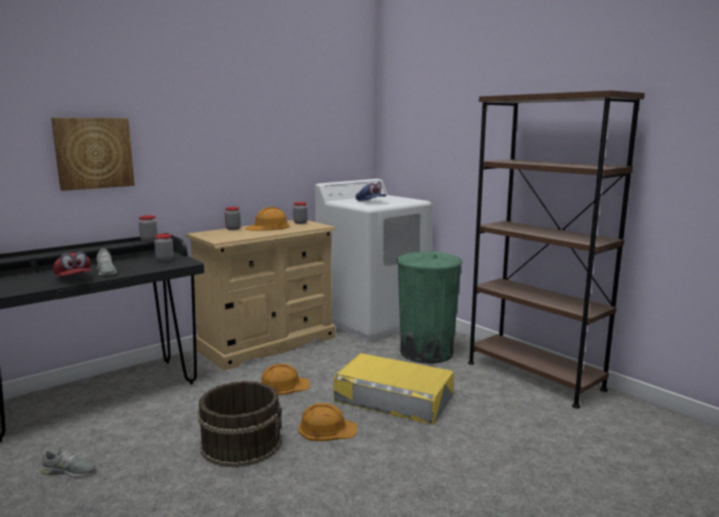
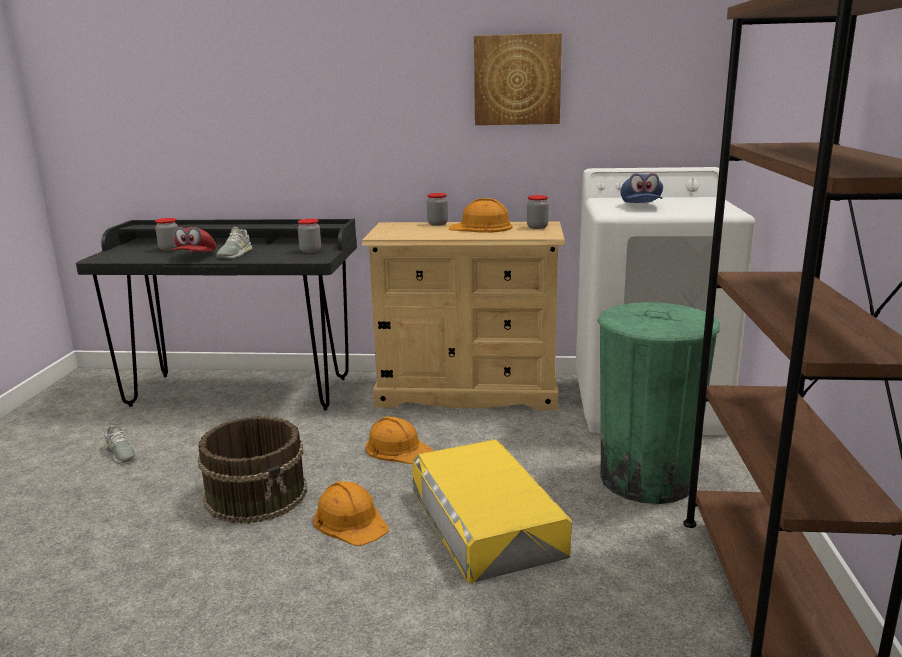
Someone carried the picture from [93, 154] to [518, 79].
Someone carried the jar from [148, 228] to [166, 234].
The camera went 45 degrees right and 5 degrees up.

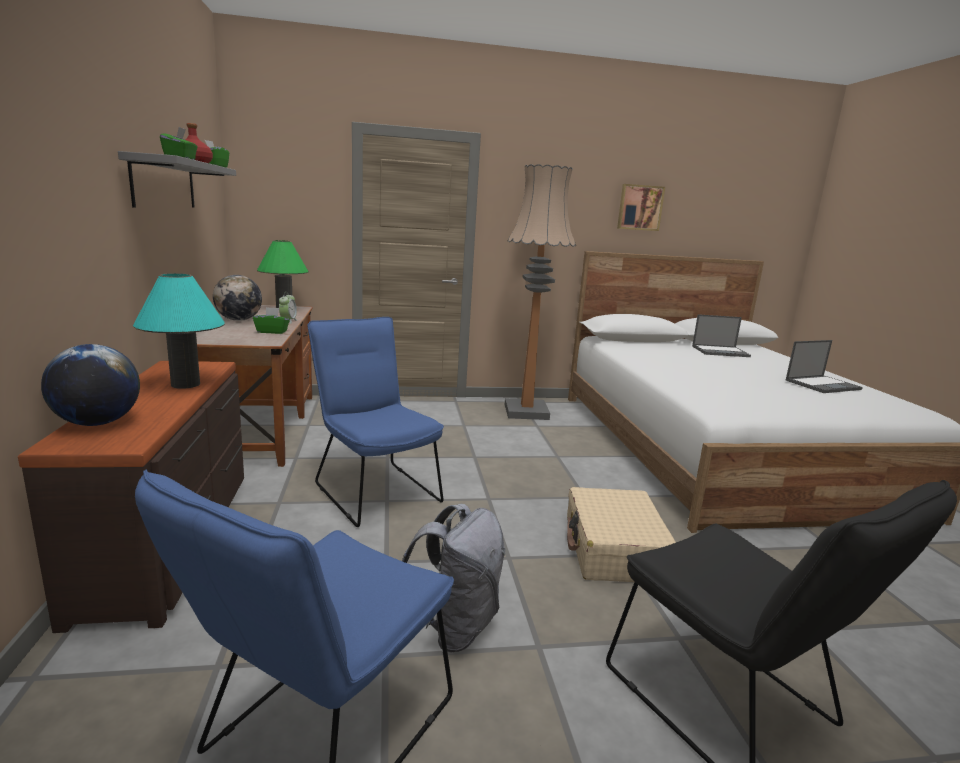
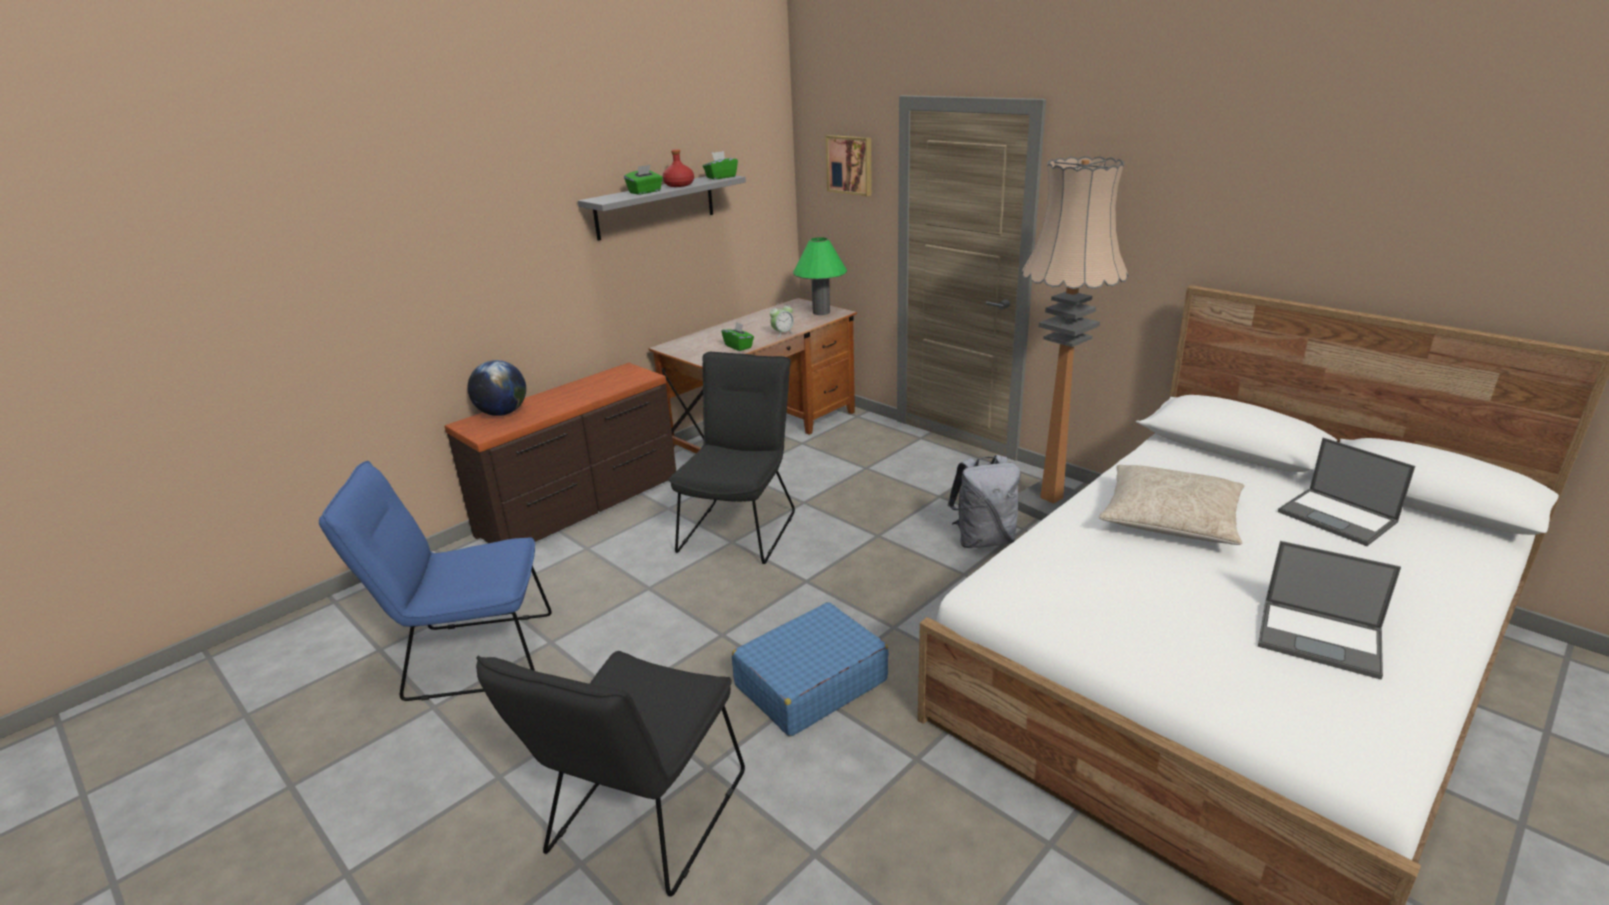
Someone carried the picture from [641, 207] to [848, 165].
Someone took away the table lamp (turquoise) at [178, 331].
Someone took away the desk globe at [237, 298].
Someone repainted the chair (blue-coloured) at [375, 422], which became the chair (black-coloured) at [732, 458].
Someone repainted the piece of luggage (sand-coloured) at [621, 534], which became the piece of luggage (blue-coloured) at [810, 669].
Someone carried the knapsack (grey) from [453, 578] to [984, 501].
Someone put down the cushion (sand-coloured) at [1172, 505].
The camera went 55 degrees right and 10 degrees up.

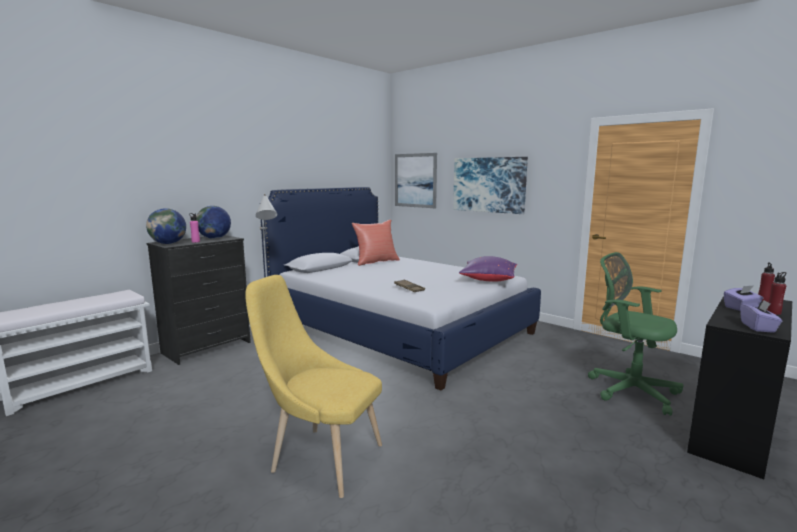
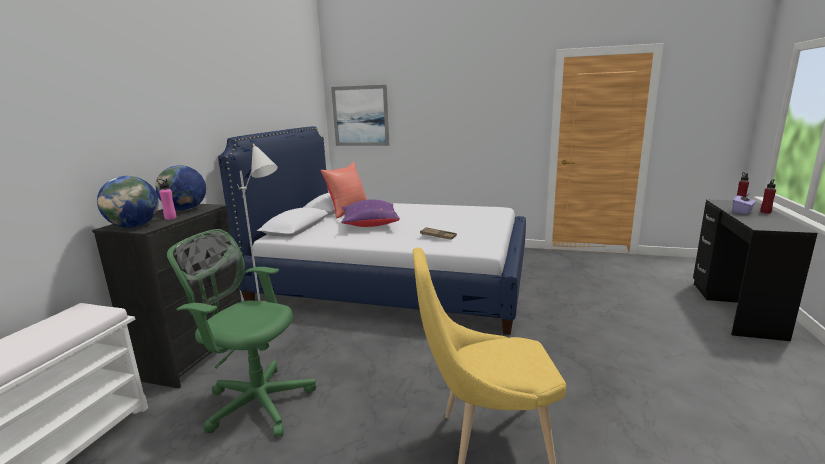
Someone took away the picture at [490, 185].
Someone carried the desk chair (greenish) from [635, 334] to [241, 333].
Someone carried the cushion (purple) from [488, 269] to [370, 213].
Someone took away the box of tissues (purple) at [761, 316].
The camera went 25 degrees left and 5 degrees up.

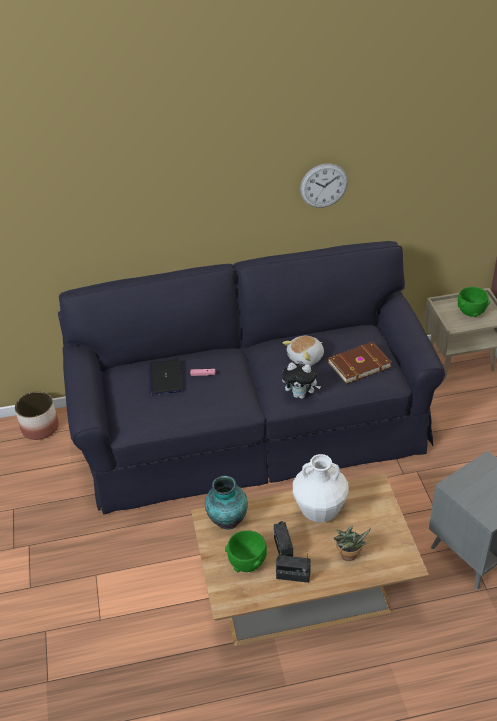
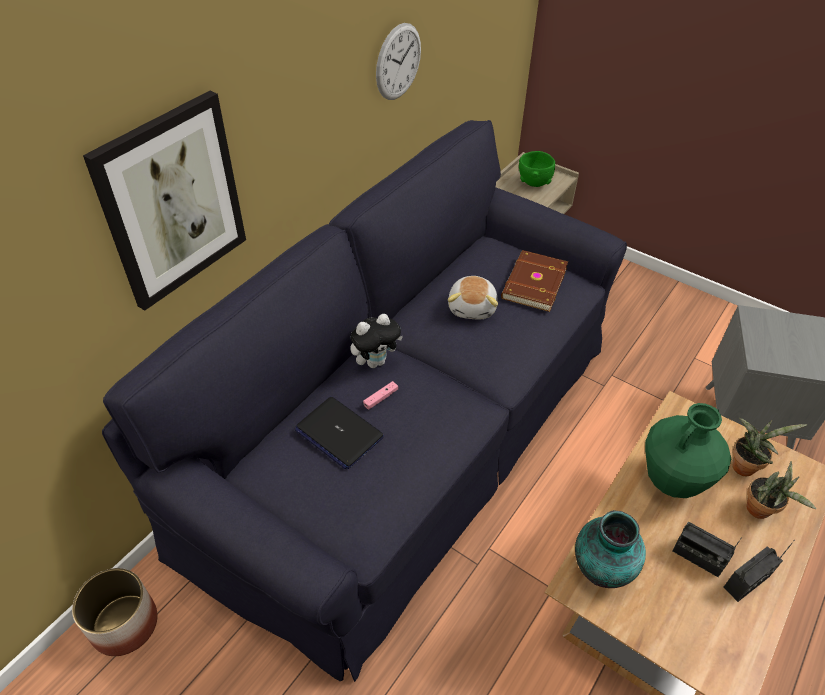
Someone carried the plush toy from [301, 380] to [376, 341].
Someone repainted the flower vase (white-coloured) at [321, 488], which became the flower vase (greenish) at [688, 450].
Someone took away the deep dish (greenish) at [246, 551].
Someone put up the picture at [164, 201].
Someone put down the houseplant at [769, 447].
The camera went 45 degrees left and 5 degrees up.

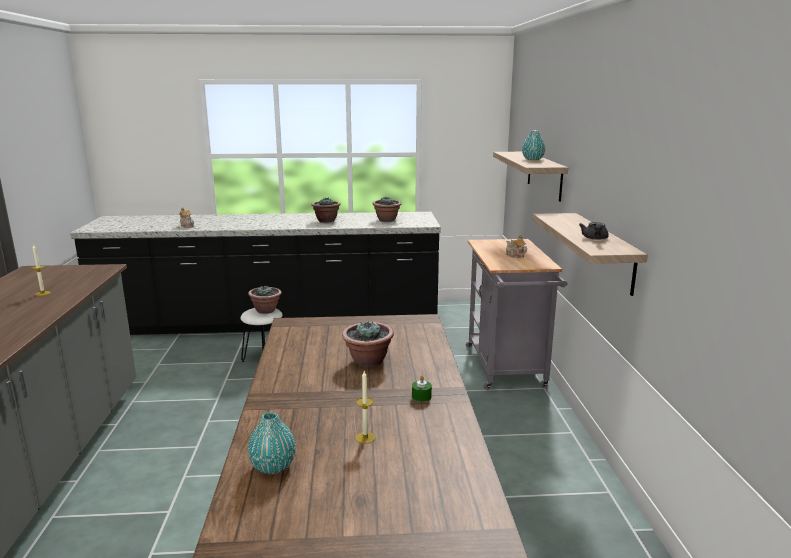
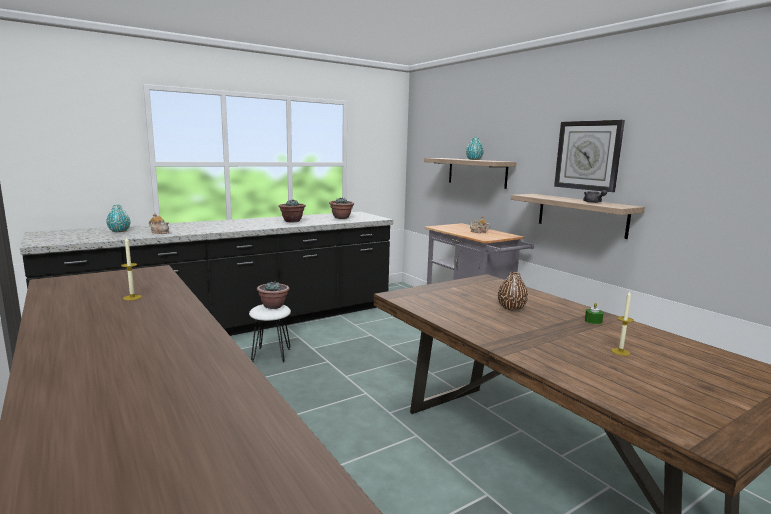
Someone swapped the houseplant at [368, 344] for the flower vase (brown) at [513, 291].
Someone carried the flower vase (turquoise) from [272, 443] to [118, 218].
Someone put up the wall clock at [589, 156].
The camera went 30 degrees left and 5 degrees down.

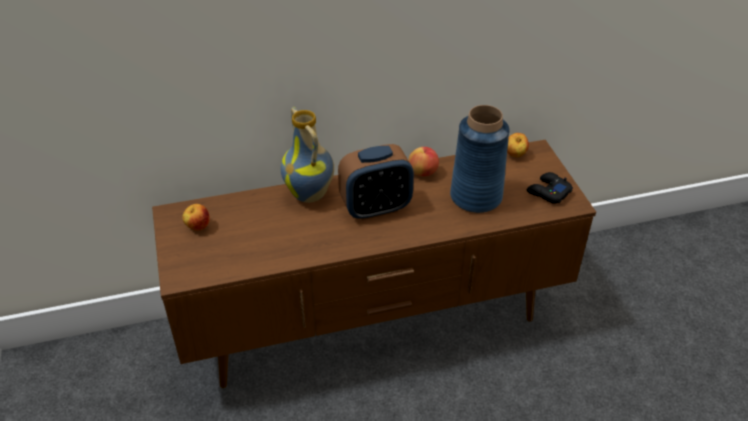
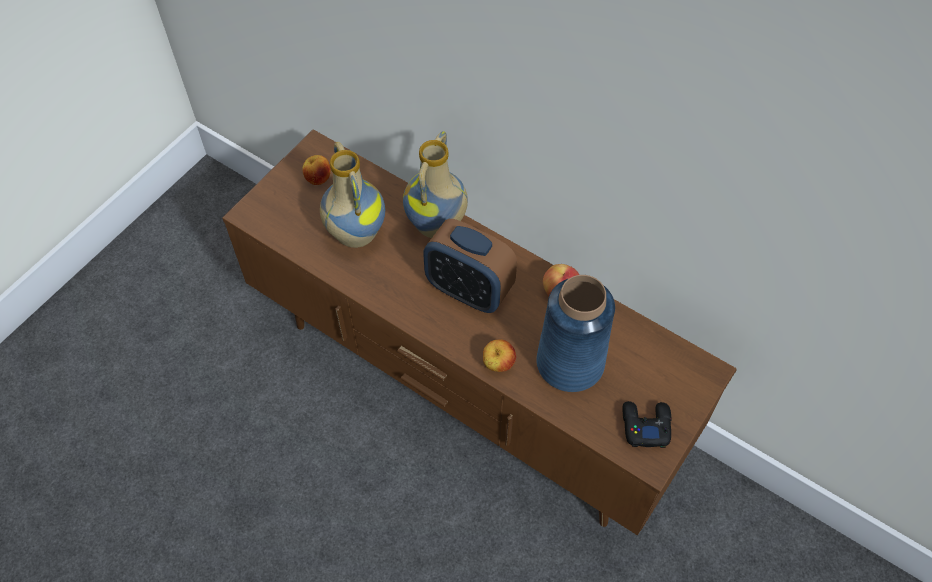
Someone carried the apple from [518, 145] to [499, 355].
Someone put down the flower vase at [352, 195].
The camera went 50 degrees right and 15 degrees up.

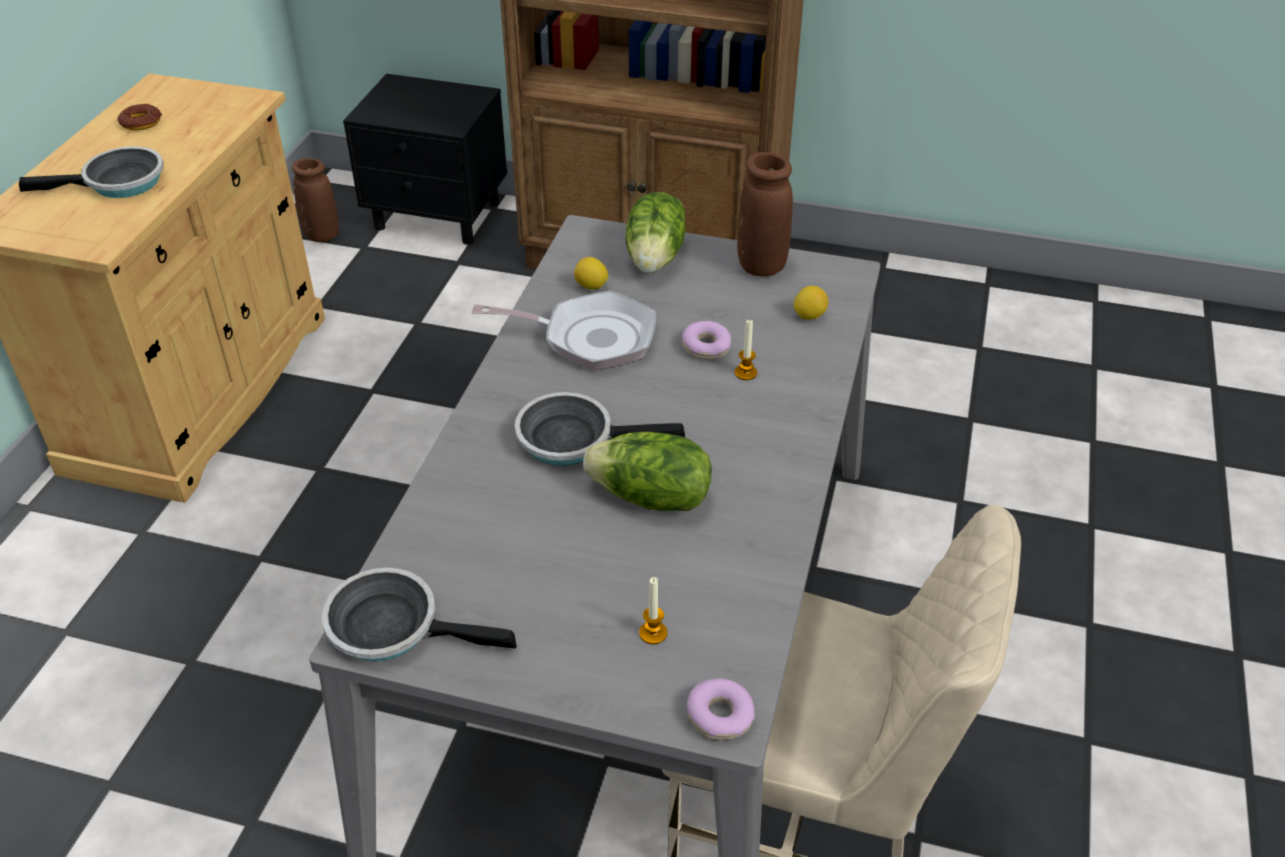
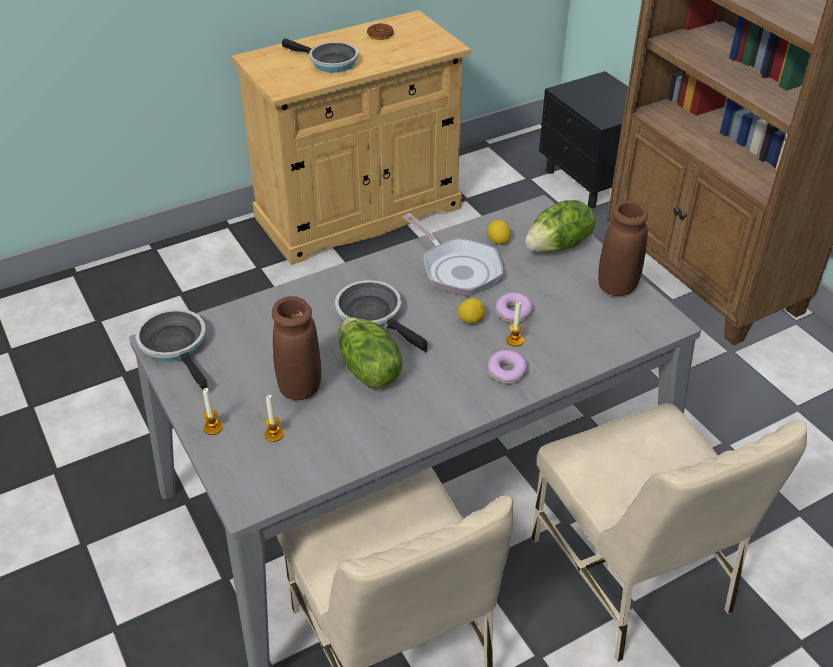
Someone carried the flower vase (brown) from [315, 200] to [296, 348].
Someone carried the whole lemon from [811, 303] to [471, 311].
Someone carried the doughnut from [721, 709] to [507, 367].
Someone put down the wax light at [213, 411].
Someone put down the chair (sand-coloured) at [669, 532].
The camera went 45 degrees right and 0 degrees up.

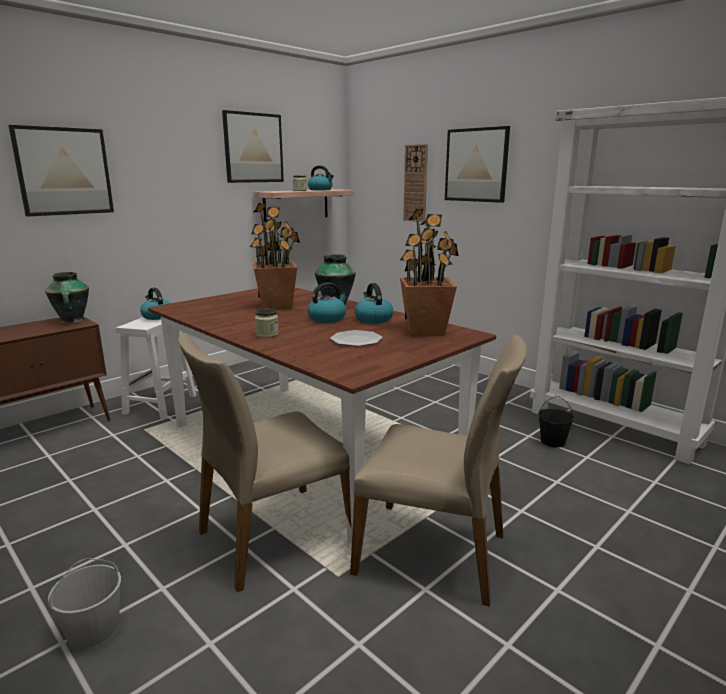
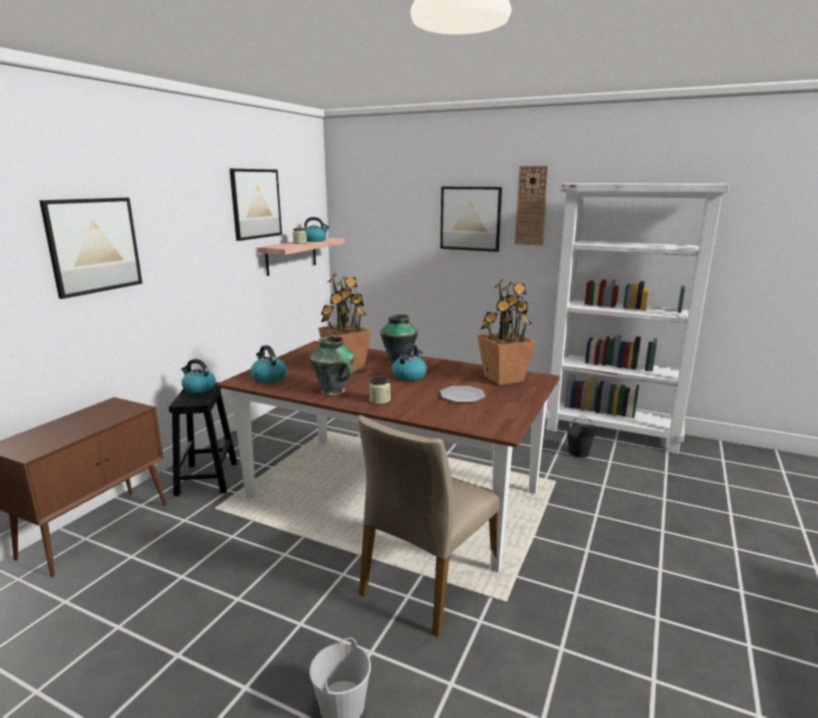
Someone carried the wall clock from [415, 183] to [532, 206].
Someone carried the flower vase from [67, 298] to [332, 365].
Someone carried the water kettle from [374, 303] to [269, 364].
Someone repainted the stool (white-coloured) at [155, 368], which became the stool (black-coloured) at [203, 439].
Someone took away the chair (sand-coloured) at [438, 471].
The camera went 20 degrees left and 0 degrees up.

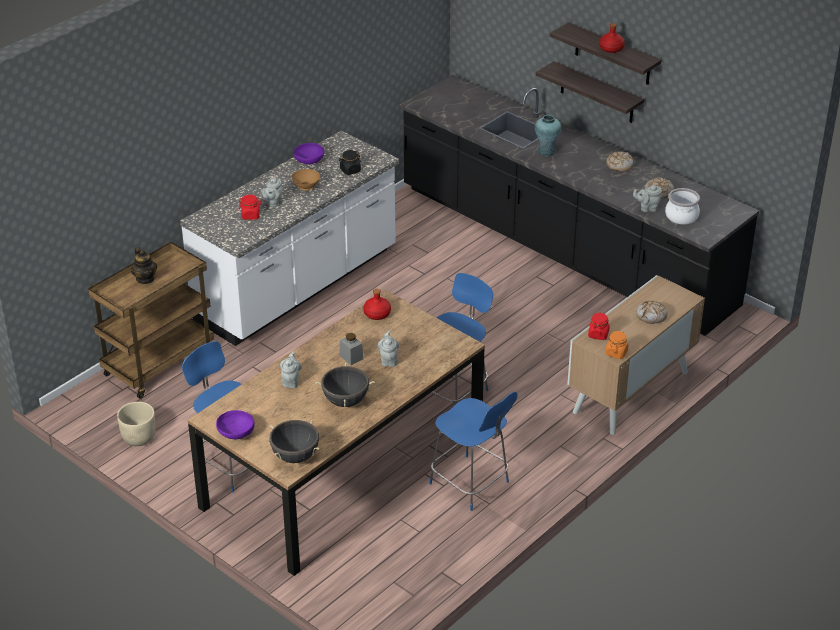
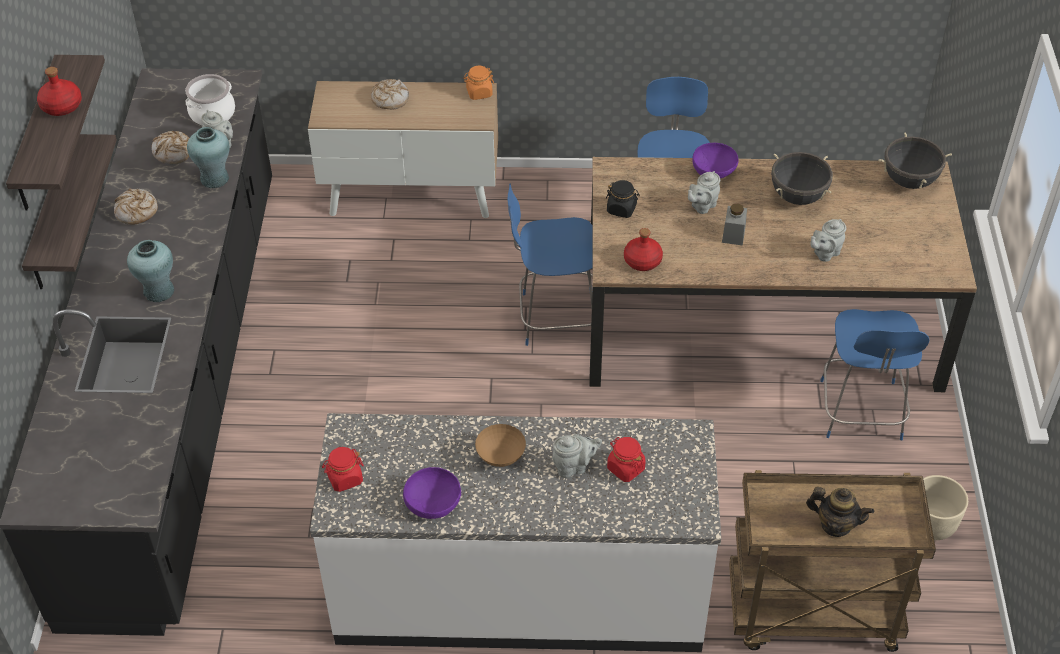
Someone carried the jar (black-coloured) from [350, 162] to [623, 199].
Someone rotated the pot for tea at [144, 265] by 90 degrees clockwise.
Someone carried the jar (reddish) from [599, 326] to [343, 469].
Someone carried the deep dish (purple) from [235, 424] to [715, 161].
Someone put down the flower vase (turquoise) at [208, 157].
The camera went 130 degrees left and 10 degrees up.

